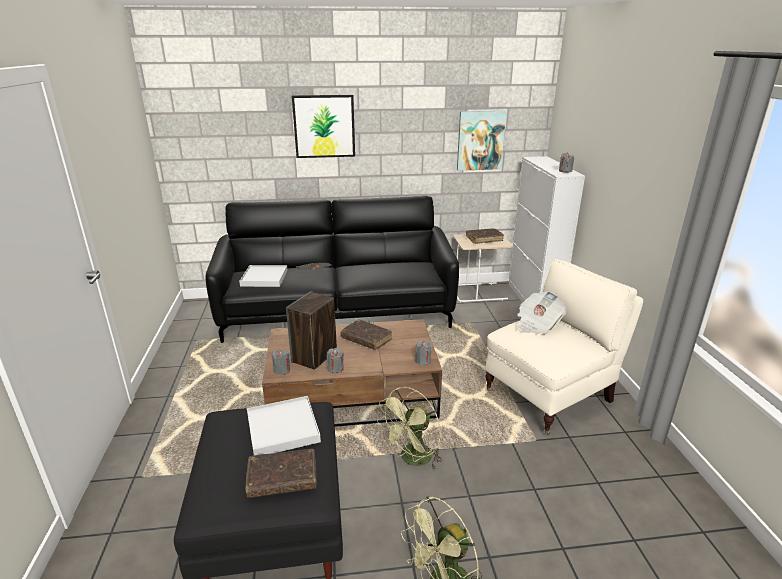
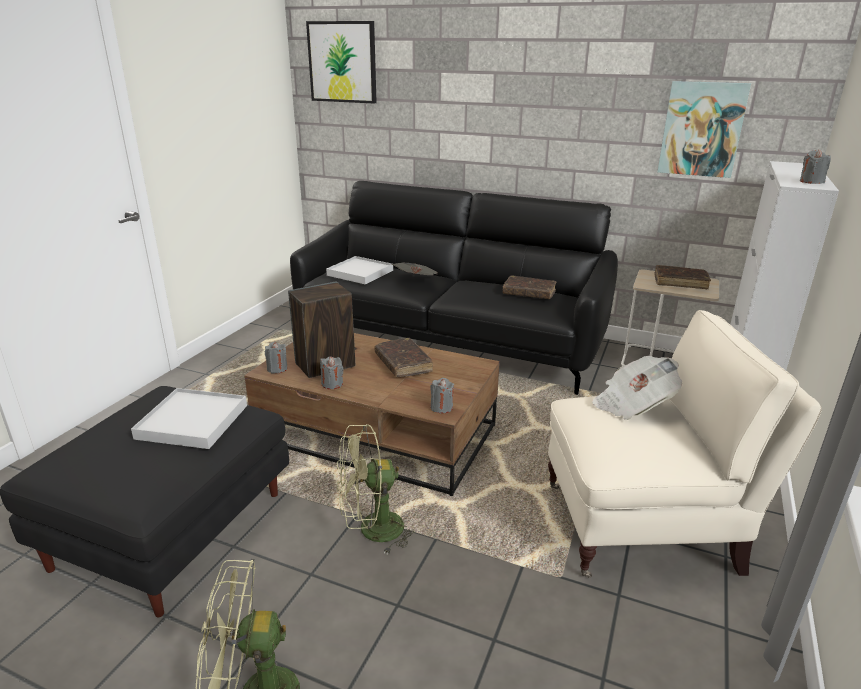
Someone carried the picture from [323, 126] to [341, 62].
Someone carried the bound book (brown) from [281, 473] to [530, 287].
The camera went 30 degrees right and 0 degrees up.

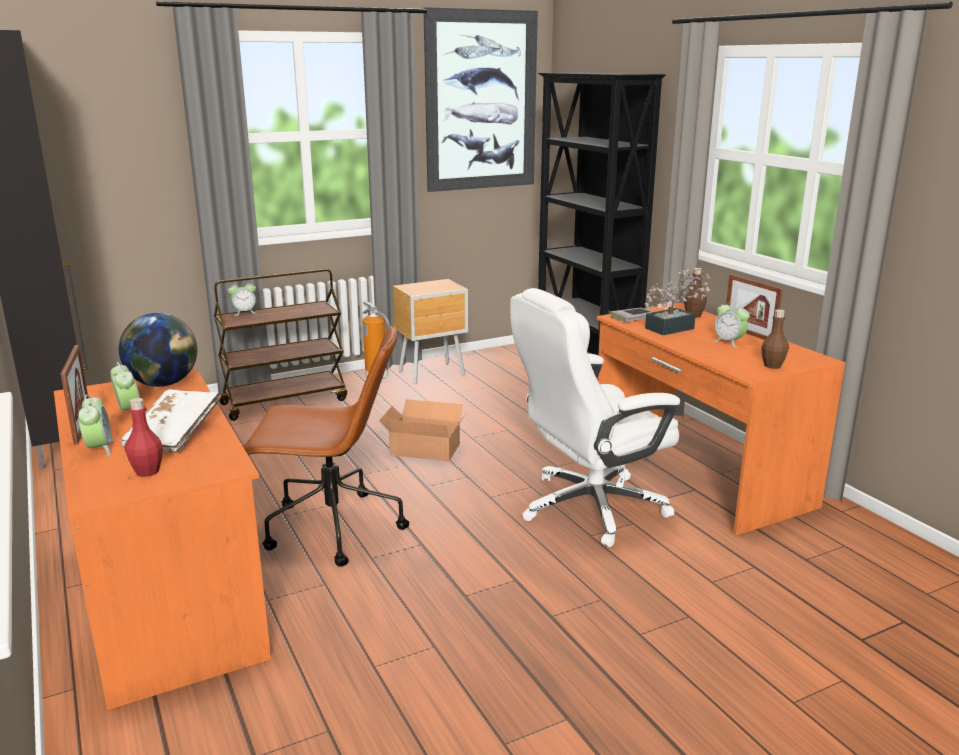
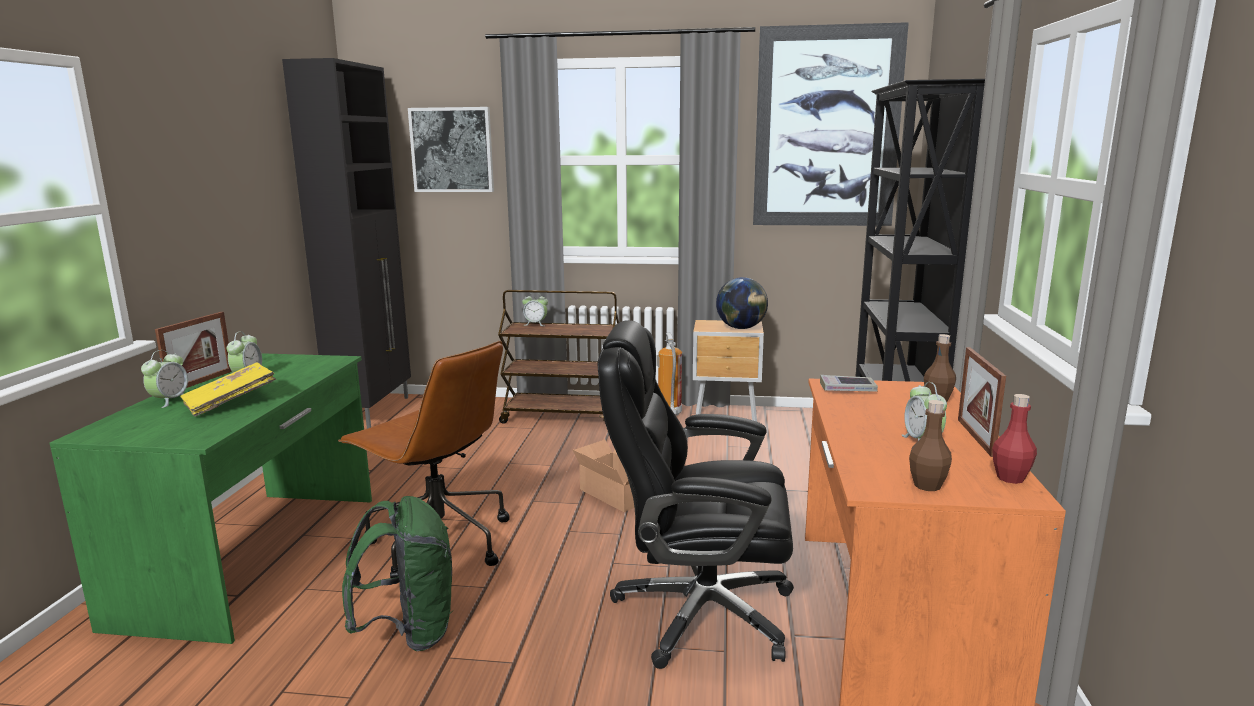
Someone took away the houseplant at [678, 302].
Someone repainted the desk chair (white-coloured) at [595, 417], which became the desk chair (black-coloured) at [696, 494].
Someone carried the desk globe from [158, 350] to [742, 303].
Someone repainted the desk table (orange-coloured) at [162, 539], which became the desk table (greenish) at [210, 498].
Someone repainted the bound book (white-coloured) at [170, 421], which became the bound book (yellow-coloured) at [228, 389].
Someone carried the drink bottle (reddish) from [144, 437] to [1014, 439].
Someone put up the picture at [451, 149].
Someone put down the knapsack (greenish) at [397, 573].
The camera went 35 degrees right and 5 degrees down.

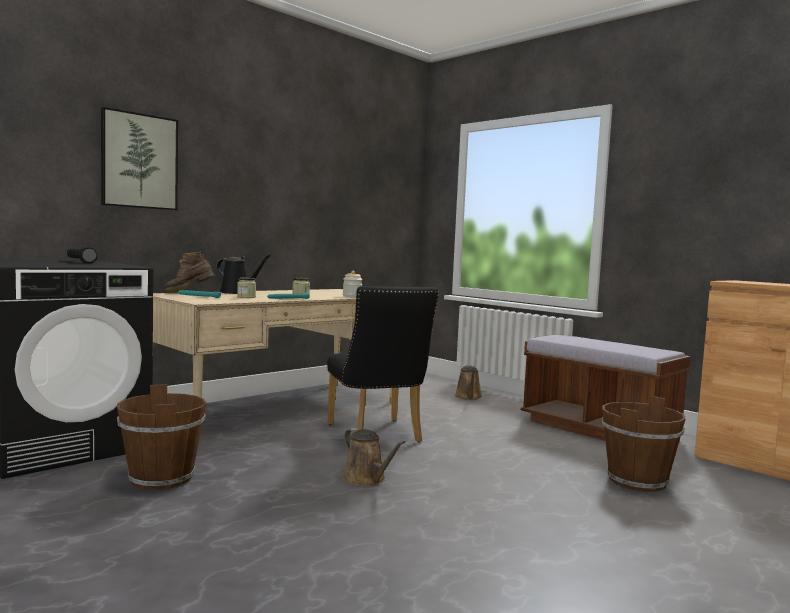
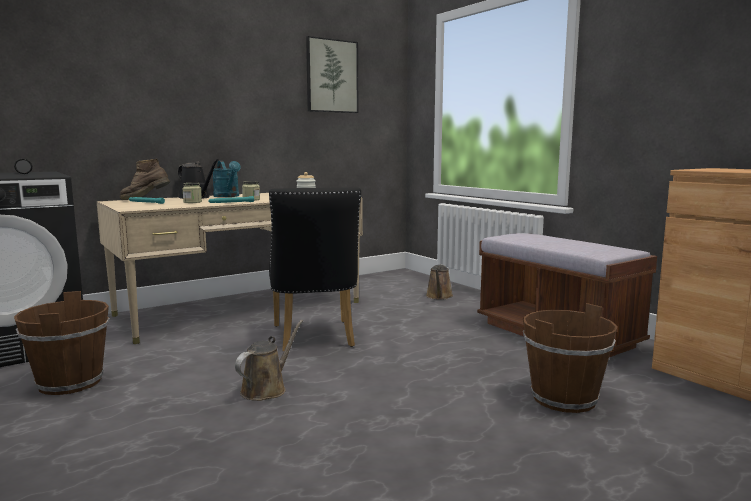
Someone carried the picture from [139, 158] to [332, 74].
Someone rotated the watering pot (brown) at [374, 457] by 120 degrees counterclockwise.
Someone put down the watering pot (turquoise) at [227, 179].
The camera went 10 degrees right and 5 degrees up.

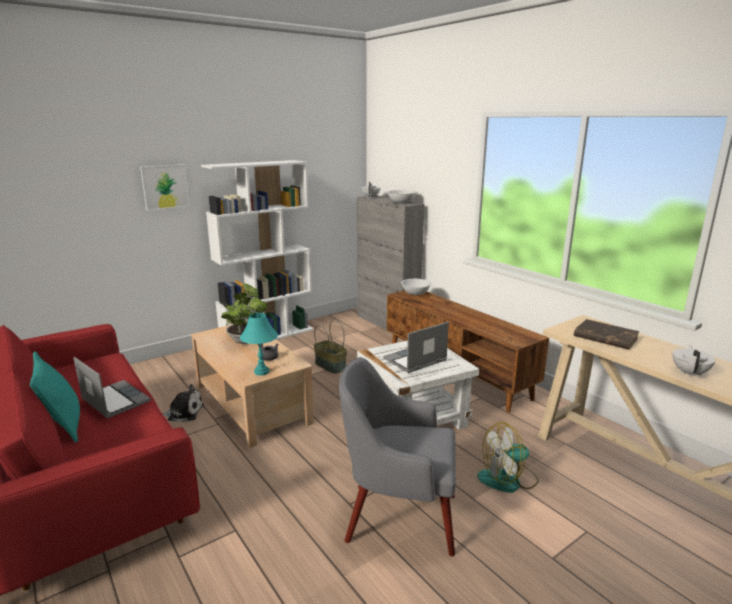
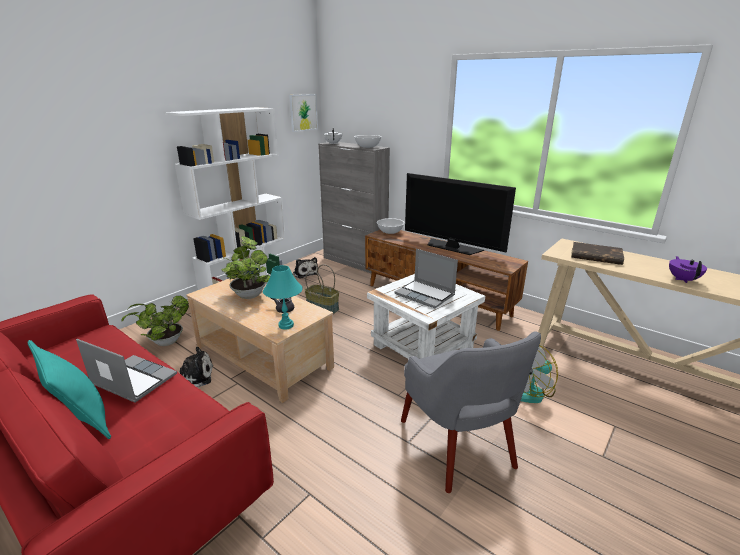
Someone carried the picture from [165, 187] to [303, 113].
Someone rotated the laptop at [416, 347] by 90 degrees counterclockwise.
Someone repainted the pot for tea (white-coloured) at [694, 361], which became the pot for tea (purple) at [688, 269].
Someone rotated the lounge chair (grey) at [397, 457] by 105 degrees counterclockwise.
Someone put down the TV set at [460, 214].
Someone put down the plush toy at [305, 268].
Someone put down the houseplant at [155, 321].
The camera went 15 degrees left and 5 degrees up.

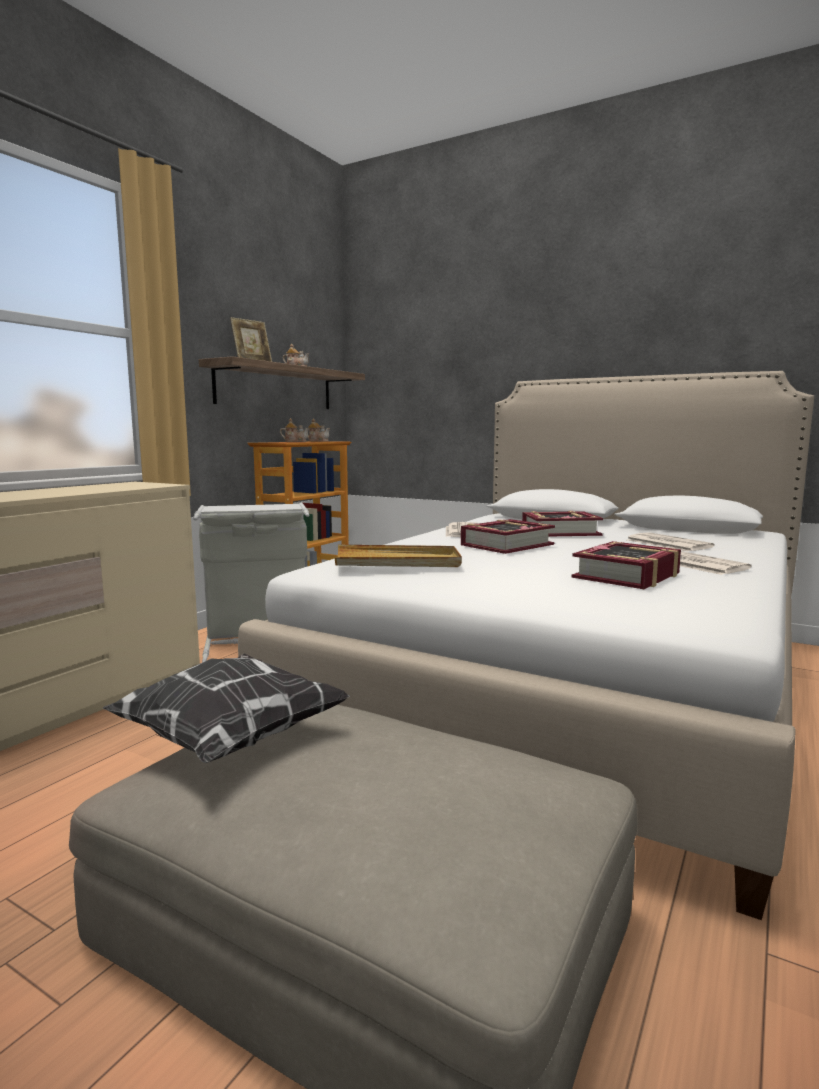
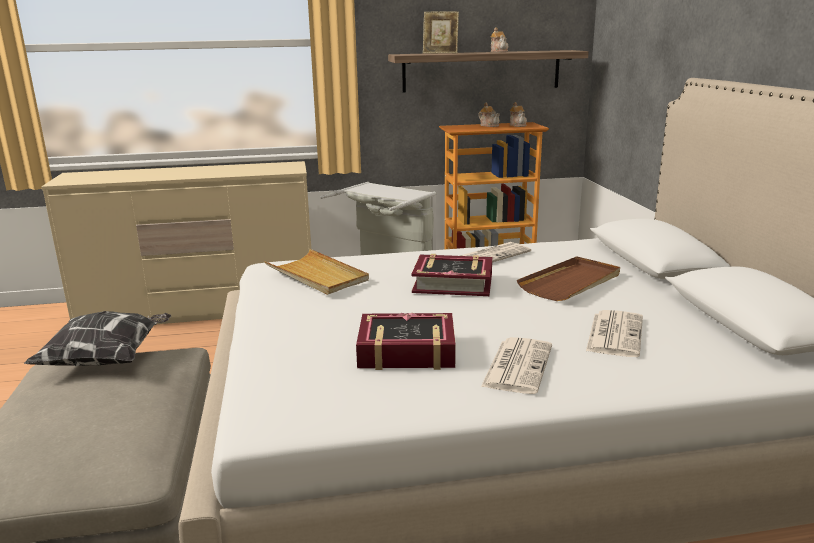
Someone swapped the bound book at [562, 524] for the carrying tray (brown) at [568, 278].
The camera went 50 degrees right and 10 degrees up.

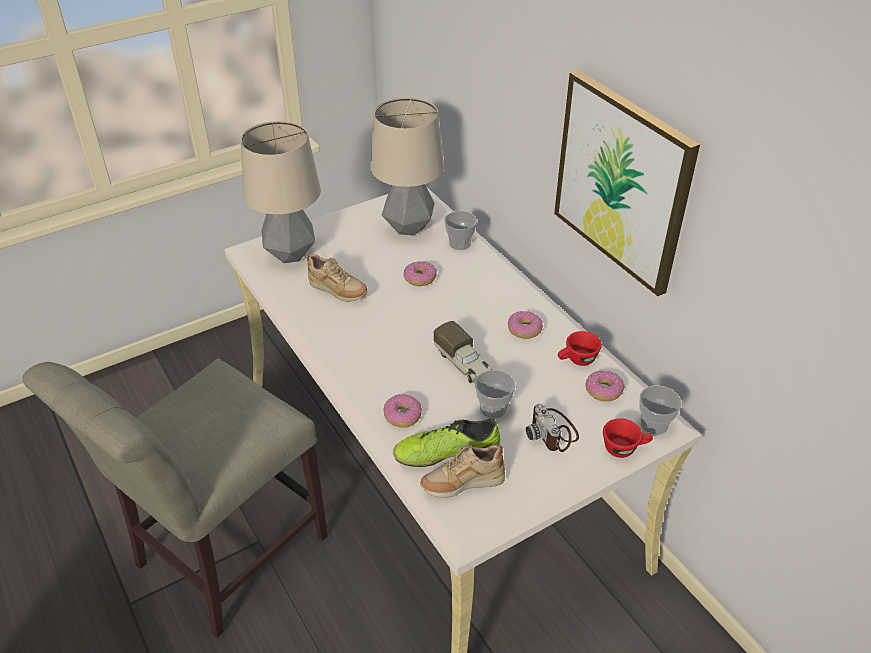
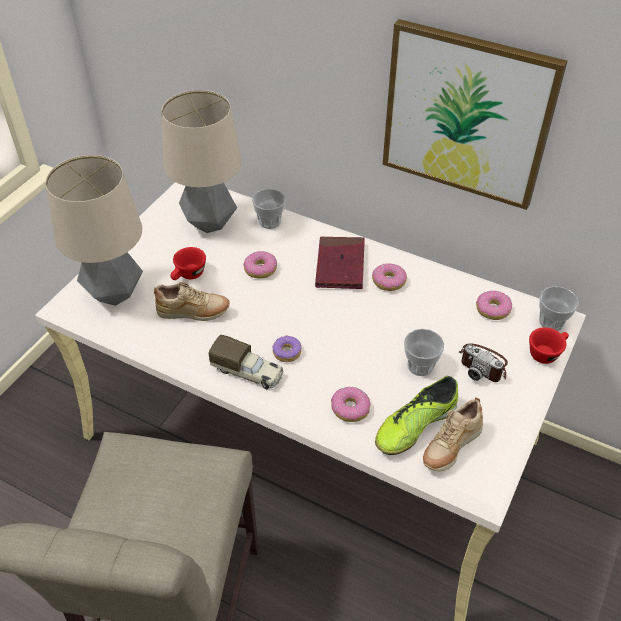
Someone carried the model truck from [463, 352] to [245, 362].
Someone carried the small cup (reddish) from [580, 348] to [188, 263].
Someone put down the bound book (reddish) at [340, 262].
Someone put down the doughnut at [286, 348].
The camera went 30 degrees left and 5 degrees up.

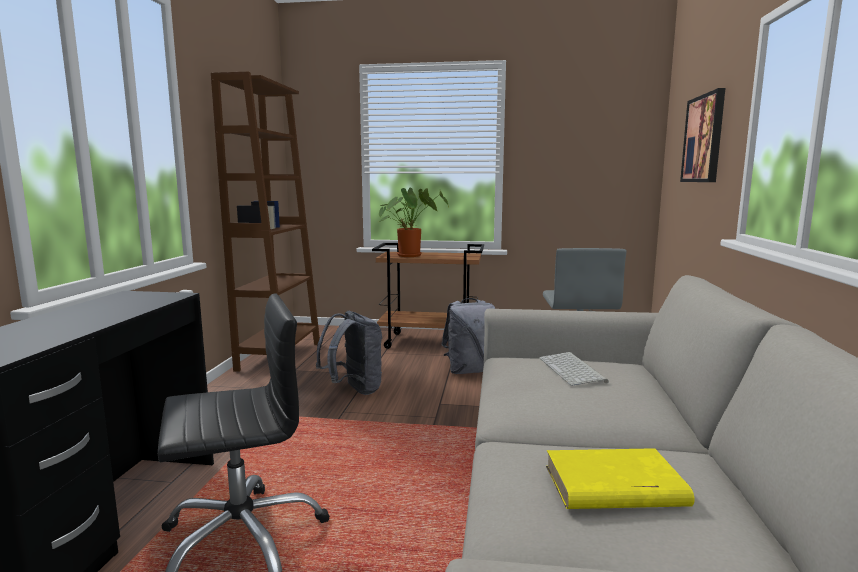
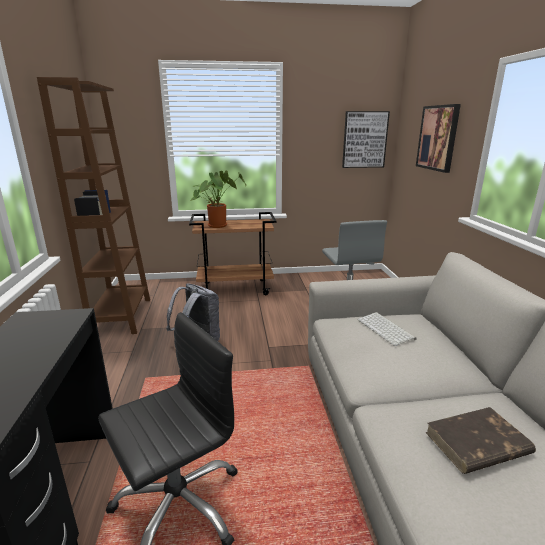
Someone took away the knapsack (grey) at [468, 336].
Someone repainted the bound book (yellow-coloured) at [620, 478], which became the bound book (brown) at [480, 440].
Someone put up the picture at [366, 139].
The camera went 15 degrees left and 10 degrees up.

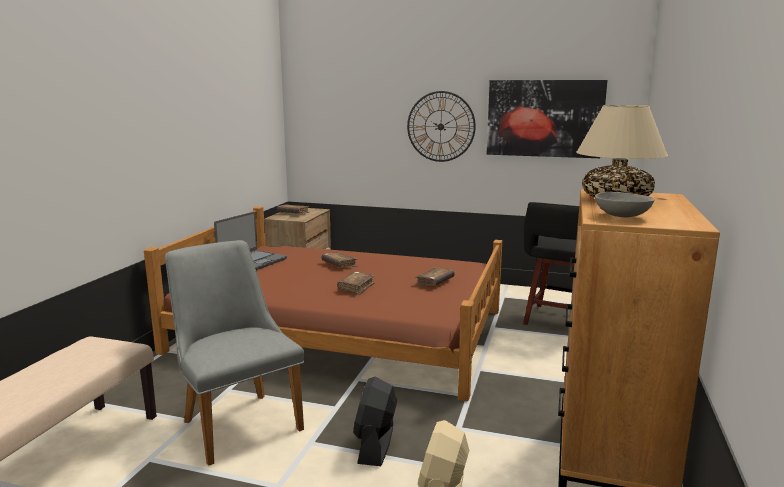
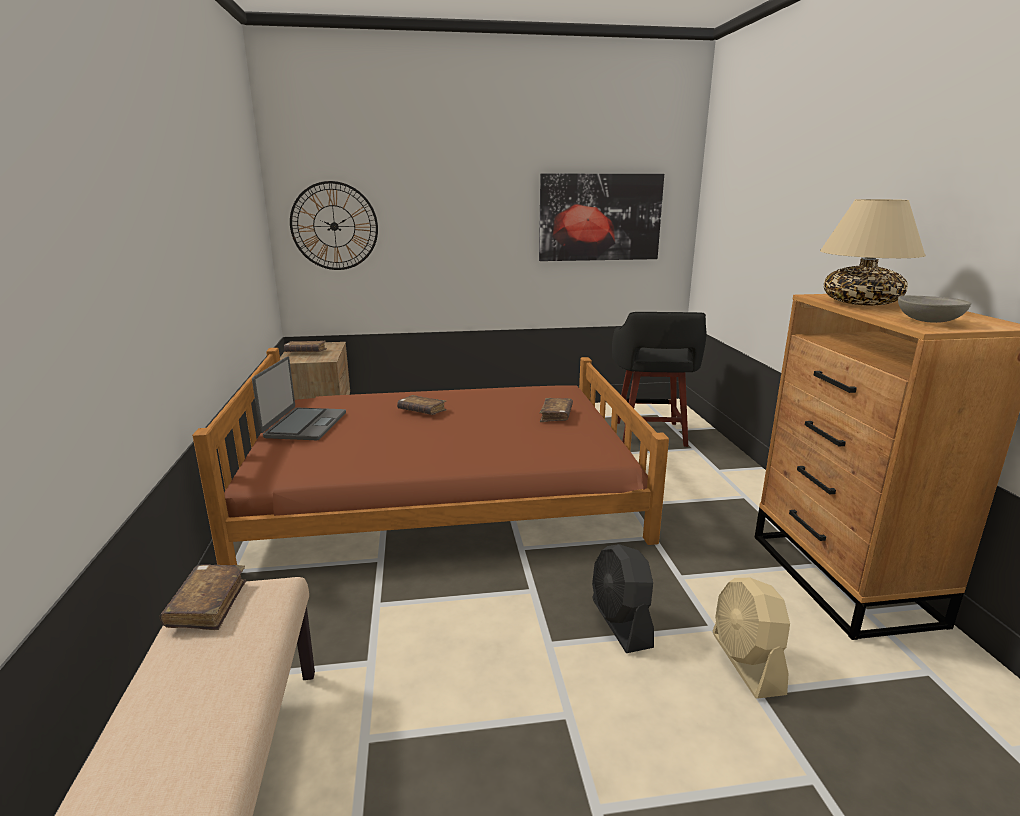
Someone carried the wall clock from [441, 126] to [334, 225].
Someone took away the chair (grey) at [234, 353].
Someone carried the bound book (brown) from [356, 283] to [203, 597].
The camera went 25 degrees left and 5 degrees up.

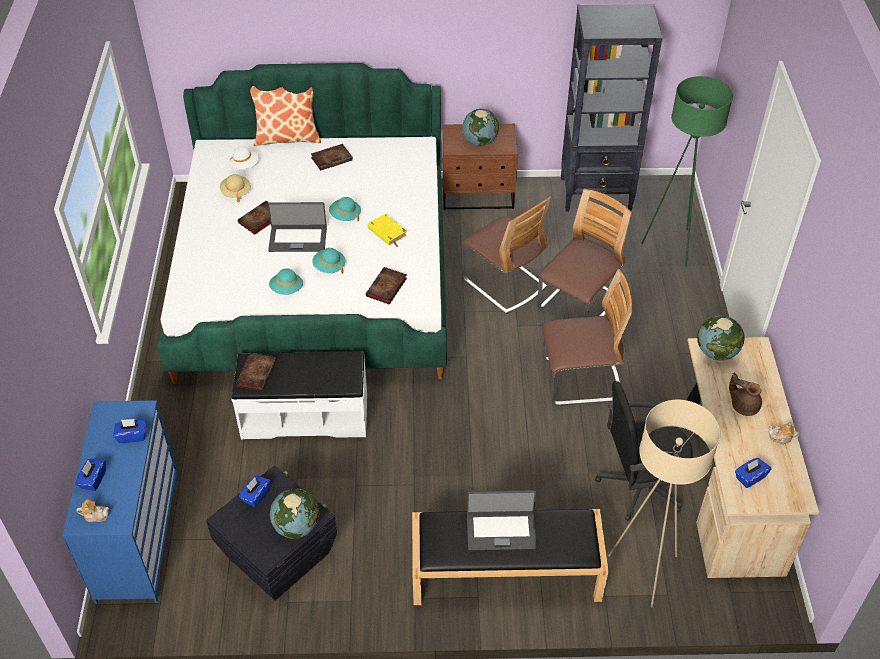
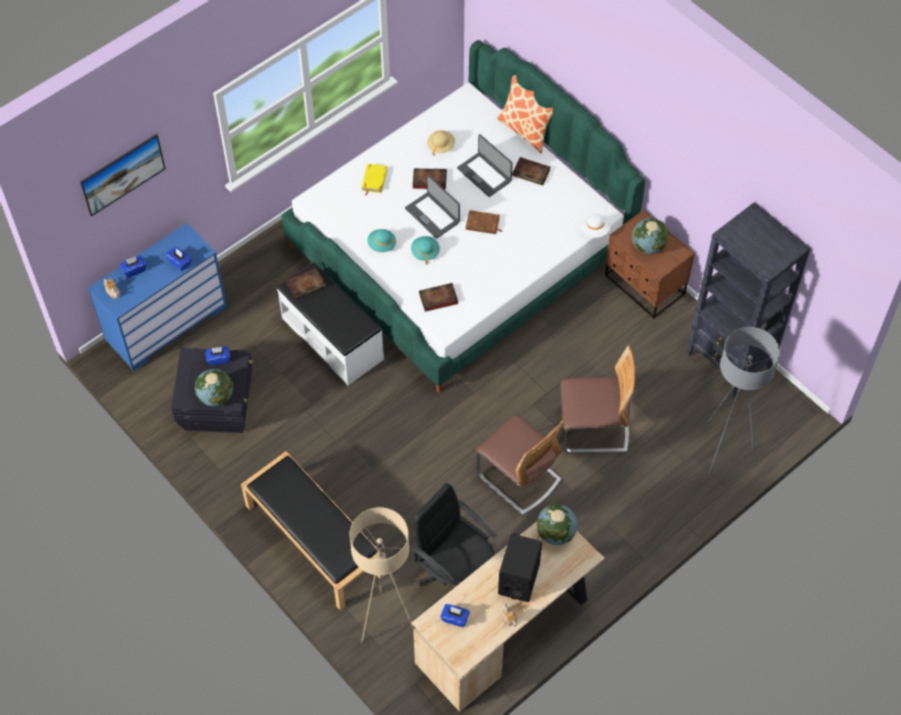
Someone repainted the standing lamp (greenish) at [687, 171], which became the standing lamp (grey) at [741, 400].
Someone carried the clothing hat (white-coloured) from [244, 157] to [596, 226].
Someone swapped the clothing hat (turquoise) at [345, 209] for the bound book (brown) at [484, 222].
Someone took away the chair at [506, 255].
Someone carried the bound book (yellow-coloured) from [387, 230] to [374, 180].
Someone swapped the pot for tea (brown) at [745, 394] for the loudspeaker (black-coloured) at [520, 567].
Someone carried the laptop from [502, 520] to [485, 165].
Someone put up the picture at [123, 175].
The camera went 50 degrees right and 10 degrees up.

